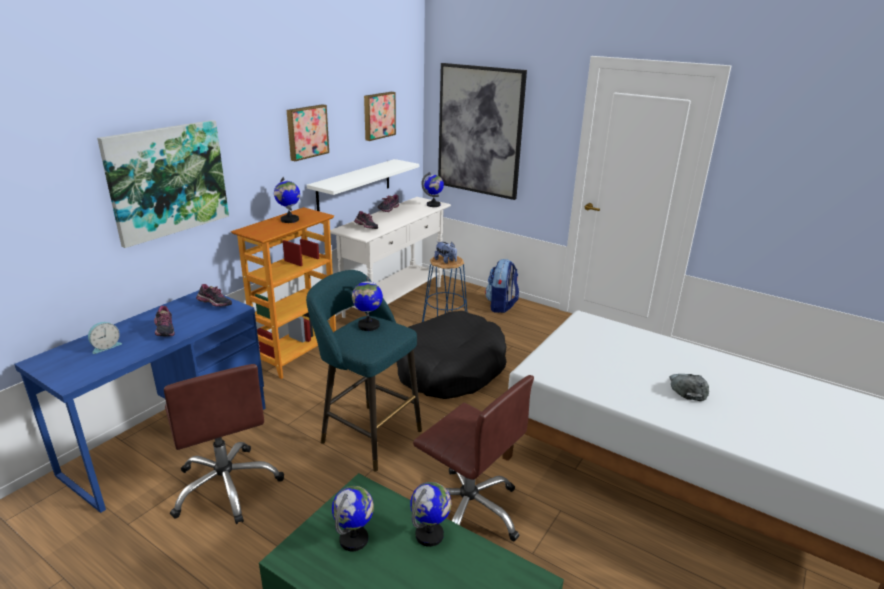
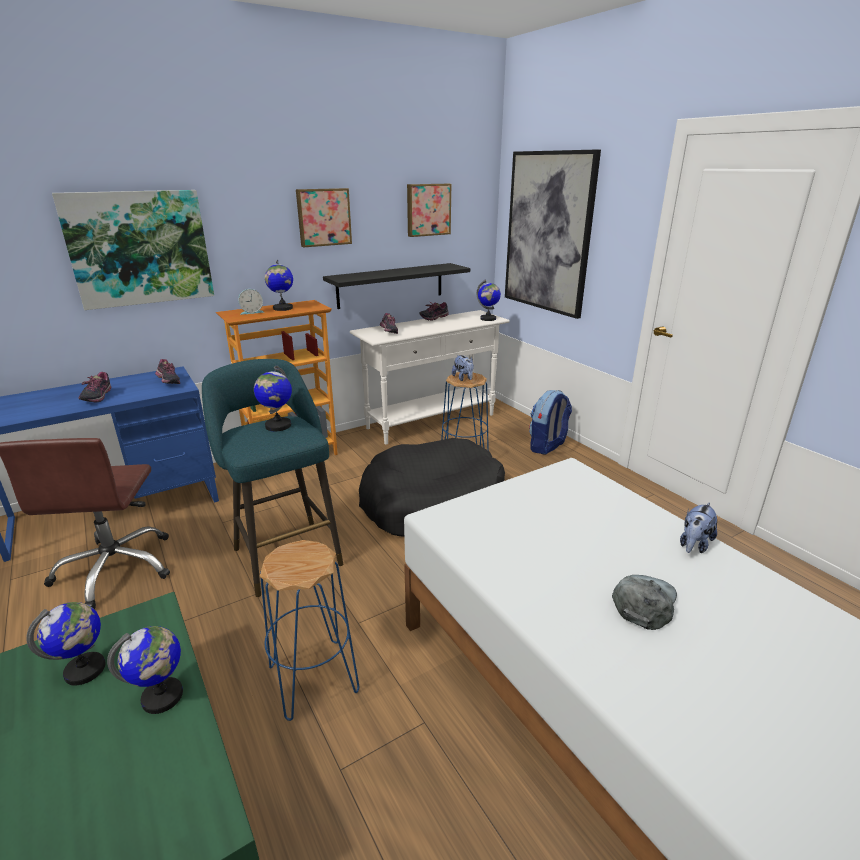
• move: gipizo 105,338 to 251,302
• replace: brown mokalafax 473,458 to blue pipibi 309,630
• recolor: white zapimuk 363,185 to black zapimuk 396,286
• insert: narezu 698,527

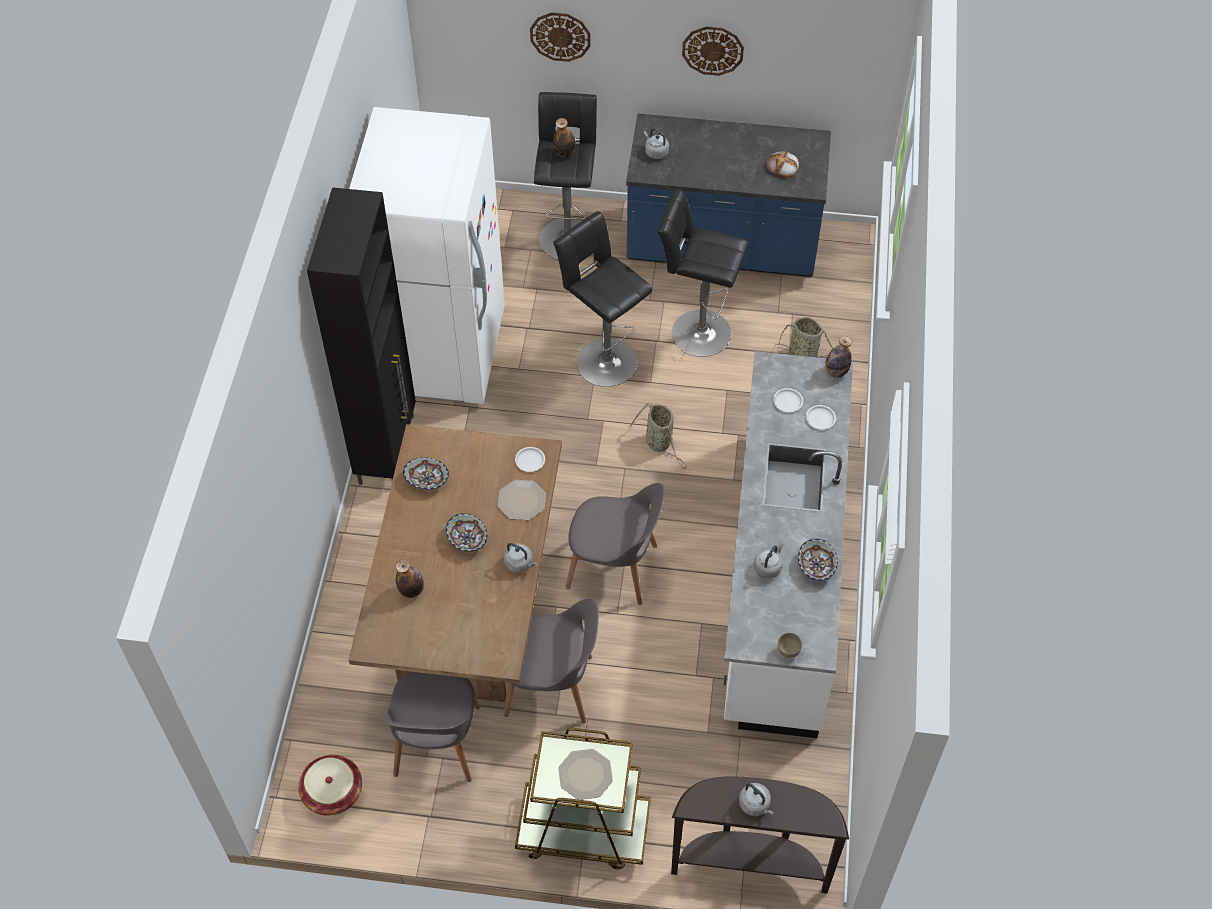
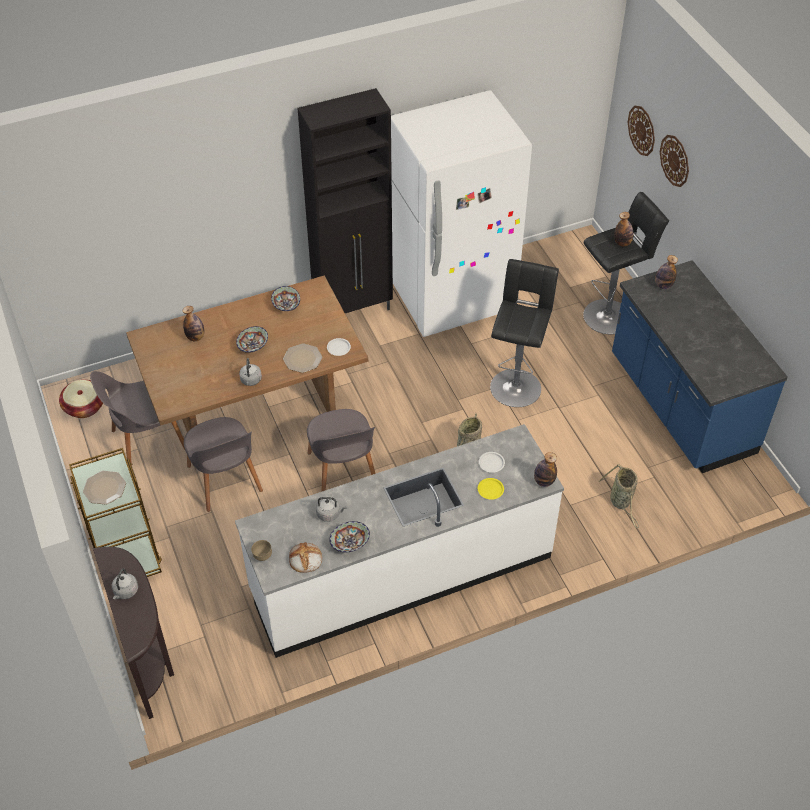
• move: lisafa 782,164 to 305,557
• recolor: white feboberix 821,417 to yellow feboberix 491,489
• move: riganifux 713,51 to 641,131
• replace: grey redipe 656,143 to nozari 666,272
• delete: black pipibi 702,273

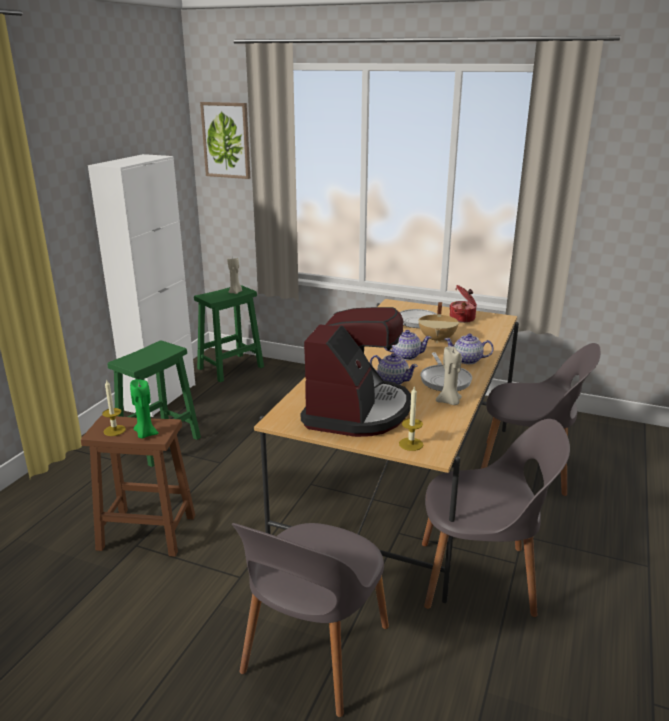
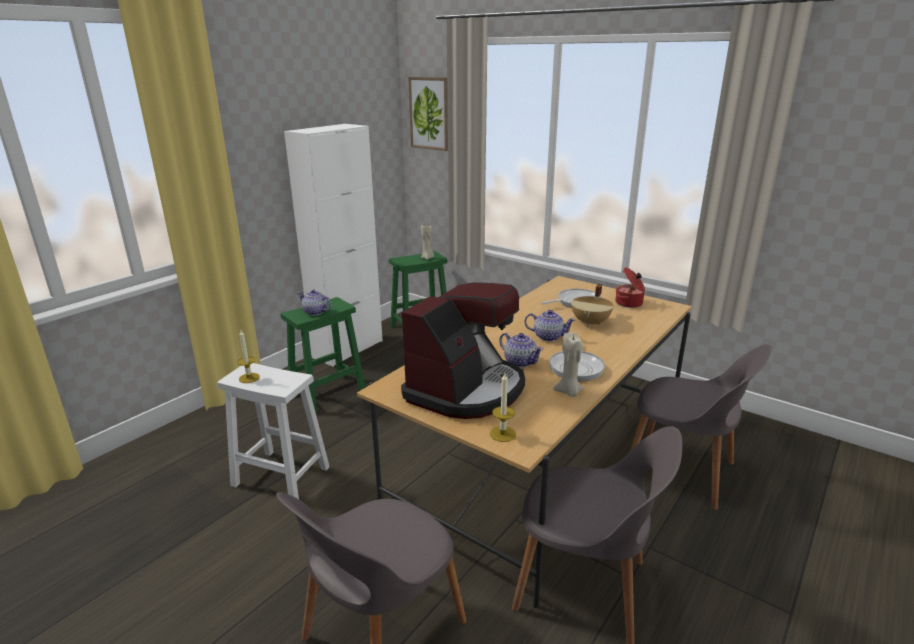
• recolor: brown pipibi 138,486 to white pipibi 273,431
• move: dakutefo 469,348 to 314,302
• delete: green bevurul 144,409

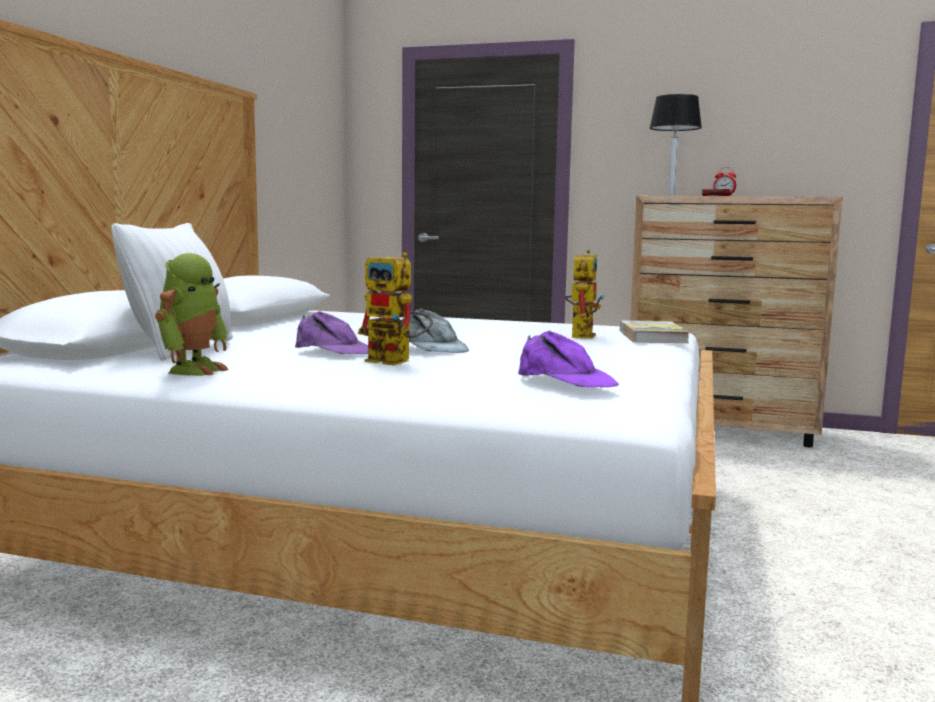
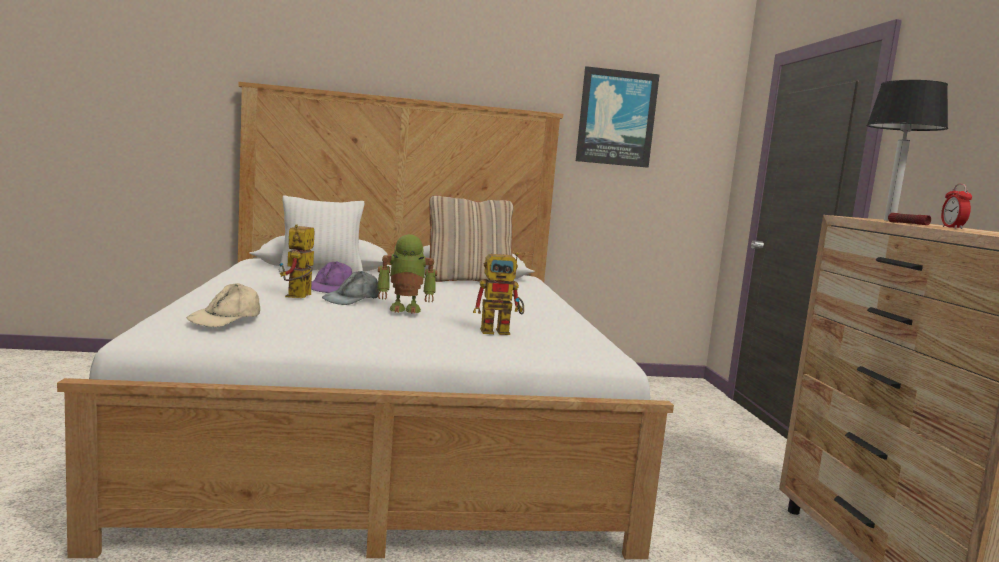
• recolor: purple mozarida 568,359 to beige mozarida 223,305
• move: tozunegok 192,314 to 407,274
• insert: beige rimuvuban 471,238
• insert: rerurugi 618,117
• delete: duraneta 654,331

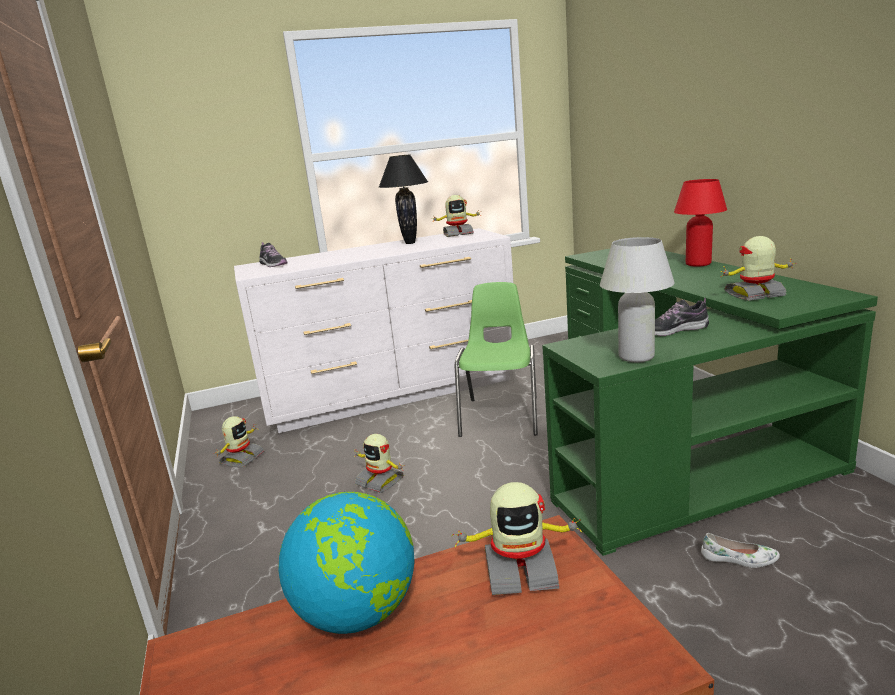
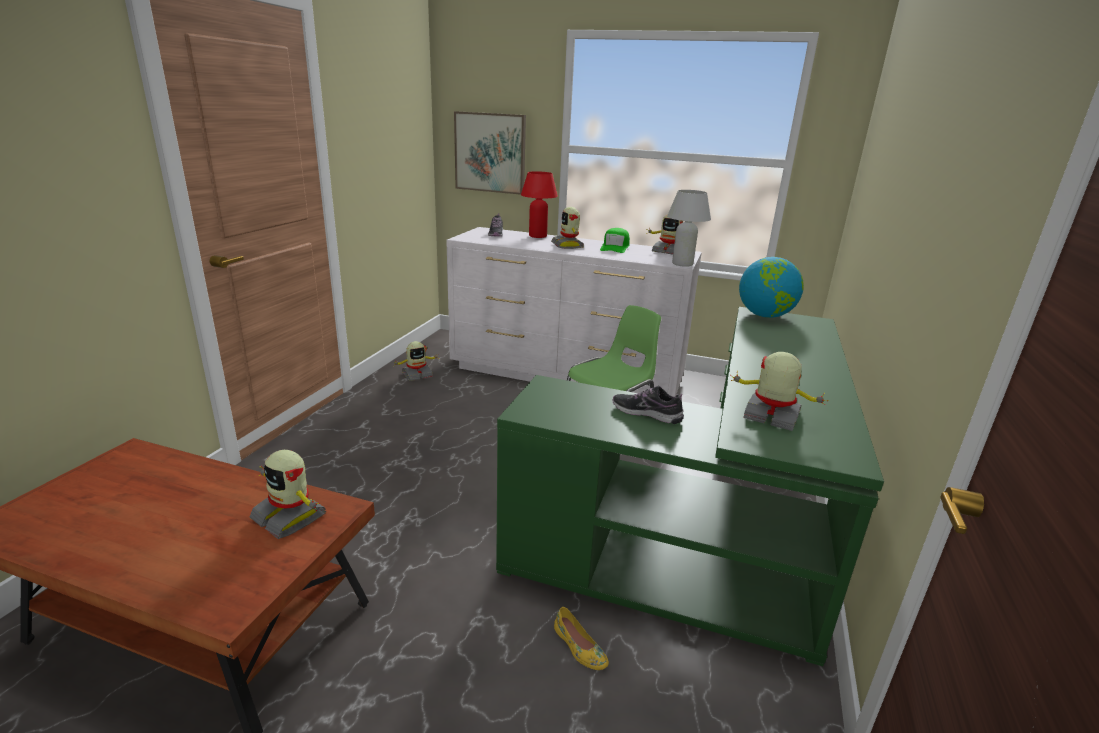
• insert: rerurugi 490,153
• move: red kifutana 700,223 to 539,204
• move: tozunegok 379,463 to 567,228
• recolor: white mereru 740,550 to yellow mereru 581,638
• replace: black kifutana 403,199 to green mozarida 615,240
• move: white kifutana 637,299 to 689,228
• move: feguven 346,563 to 771,287

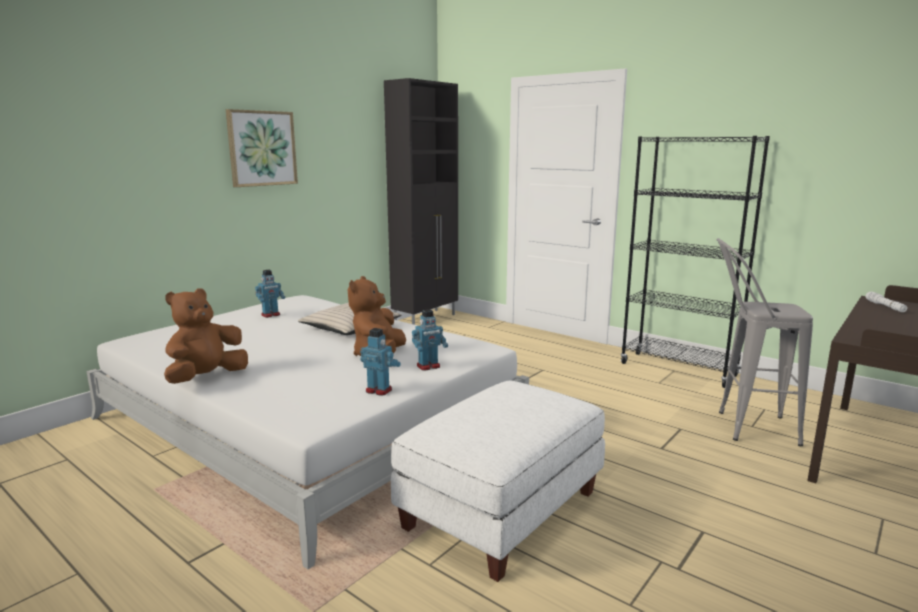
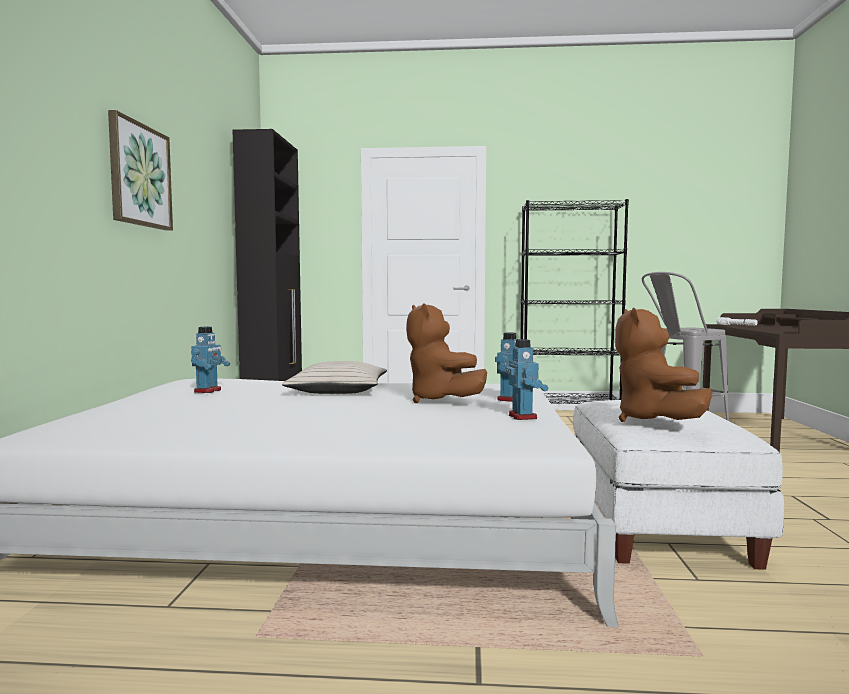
• rotate: tozunegok 380,362 = 527,379 90 degrees clockwise
• move: brown narezu 206,336 to 663,365

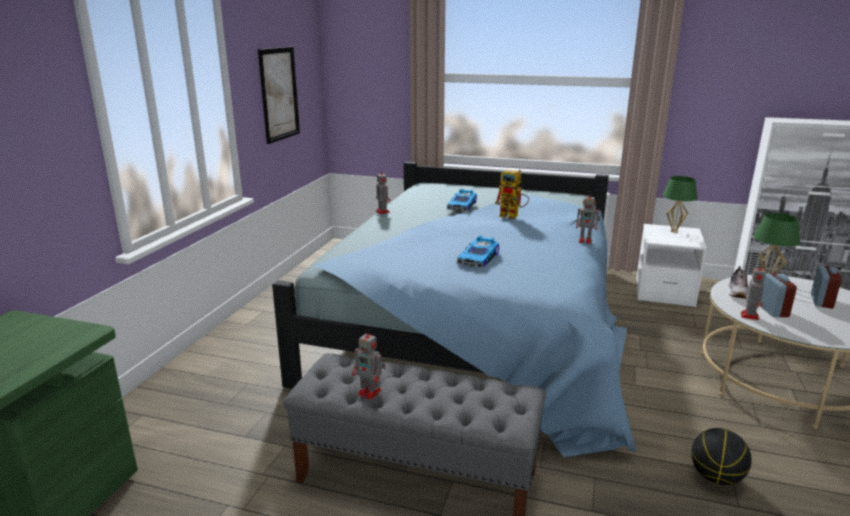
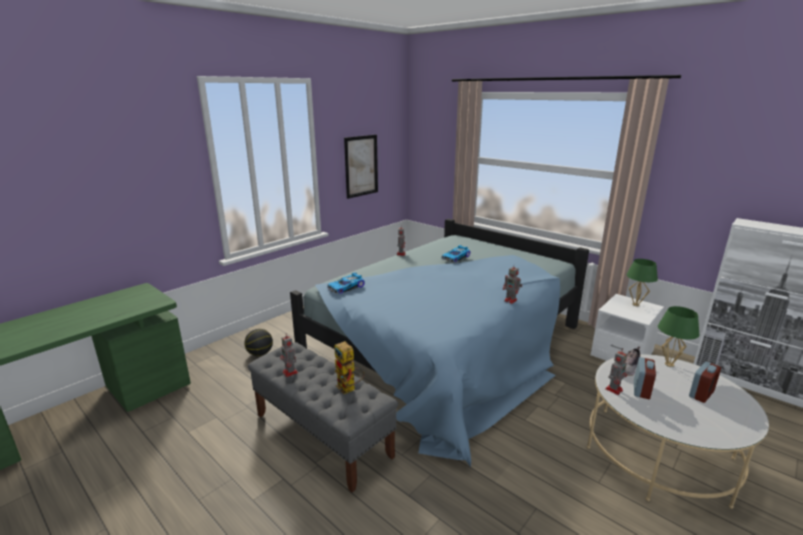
• move: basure 721,456 to 258,342
• move: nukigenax 478,252 to 346,283
• move: tozunegok 512,194 to 349,367

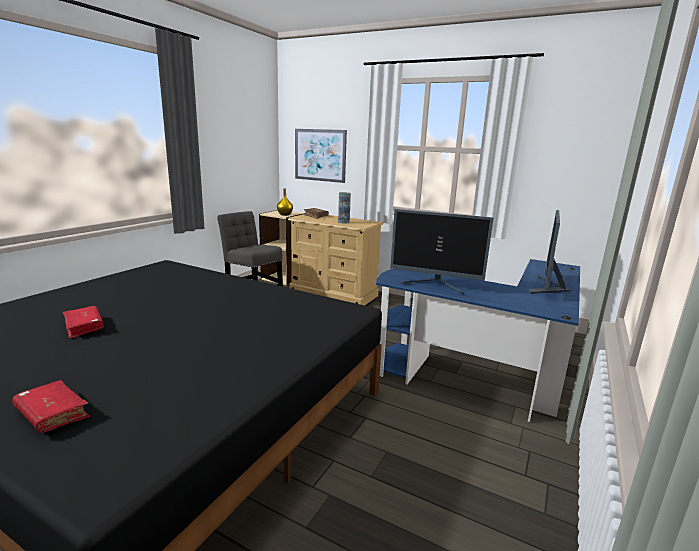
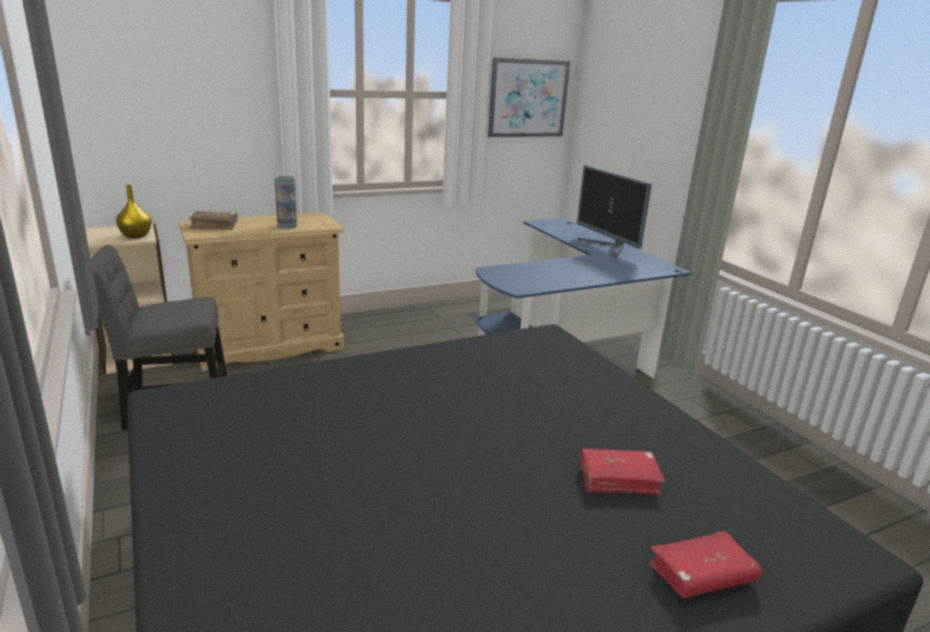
• move: rerurugi 321,156 to 529,97
• move: red duraneta 83,322 to 622,471
• delete: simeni 442,251

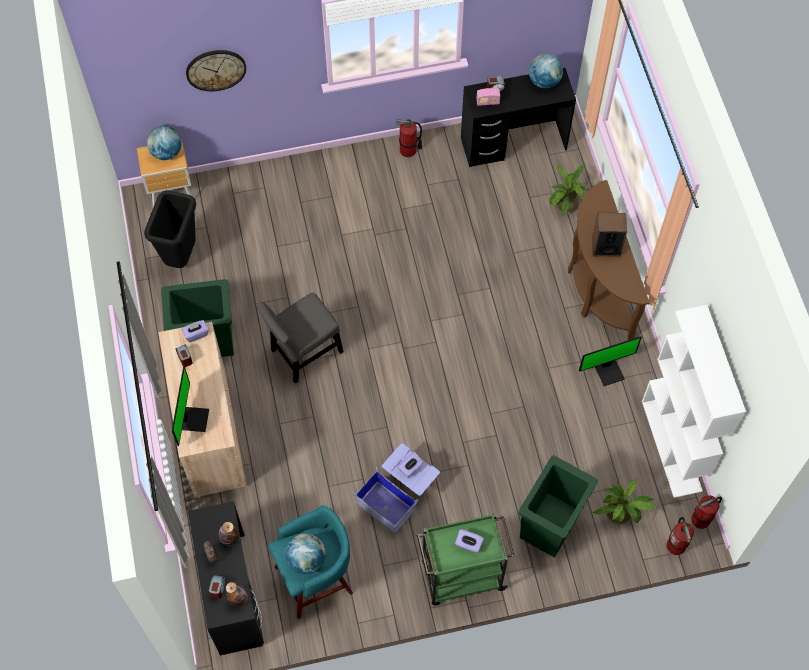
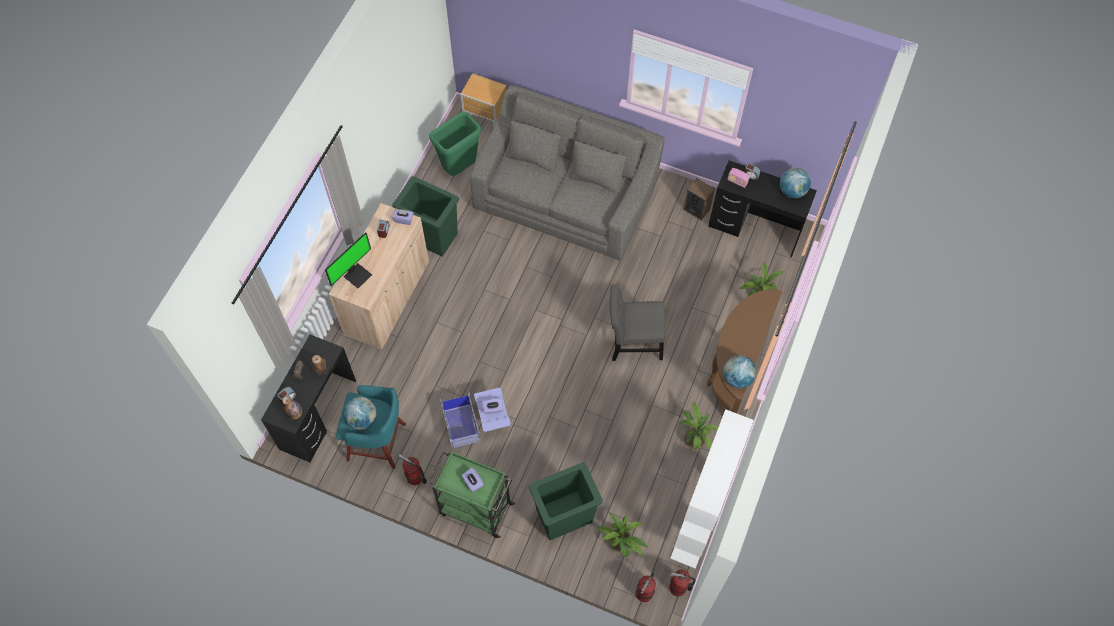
• move: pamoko 408,138 to 413,469
• recolor: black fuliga 170,229 to green fuliga 455,144
• insert: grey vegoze 567,173
• move: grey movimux 299,338 to 638,322
• replace: simeni 610,361 to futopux 698,426
• move: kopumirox 609,235 to 699,199
• move: feguven 164,142 to 739,371
• delete: riganifux 216,70

